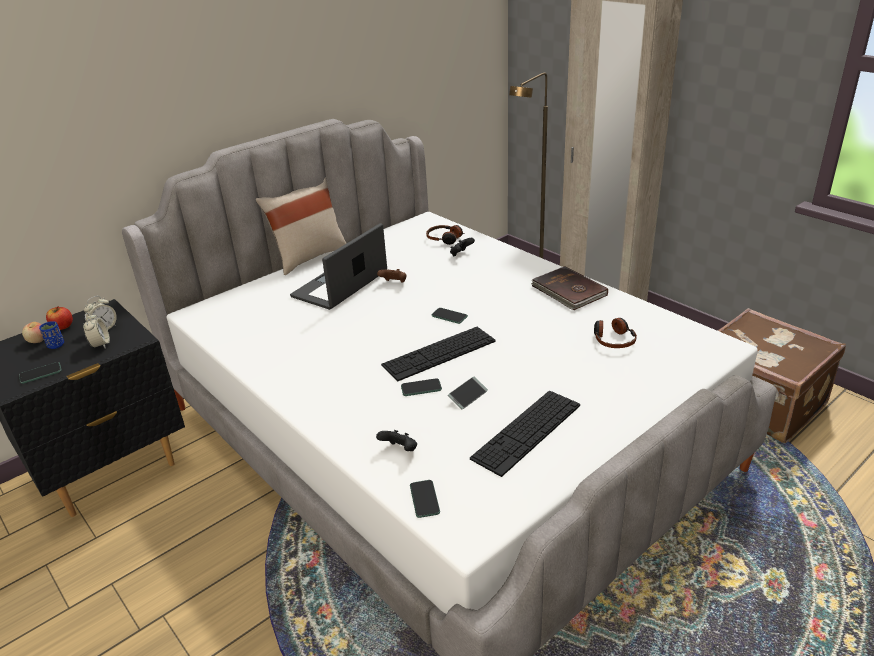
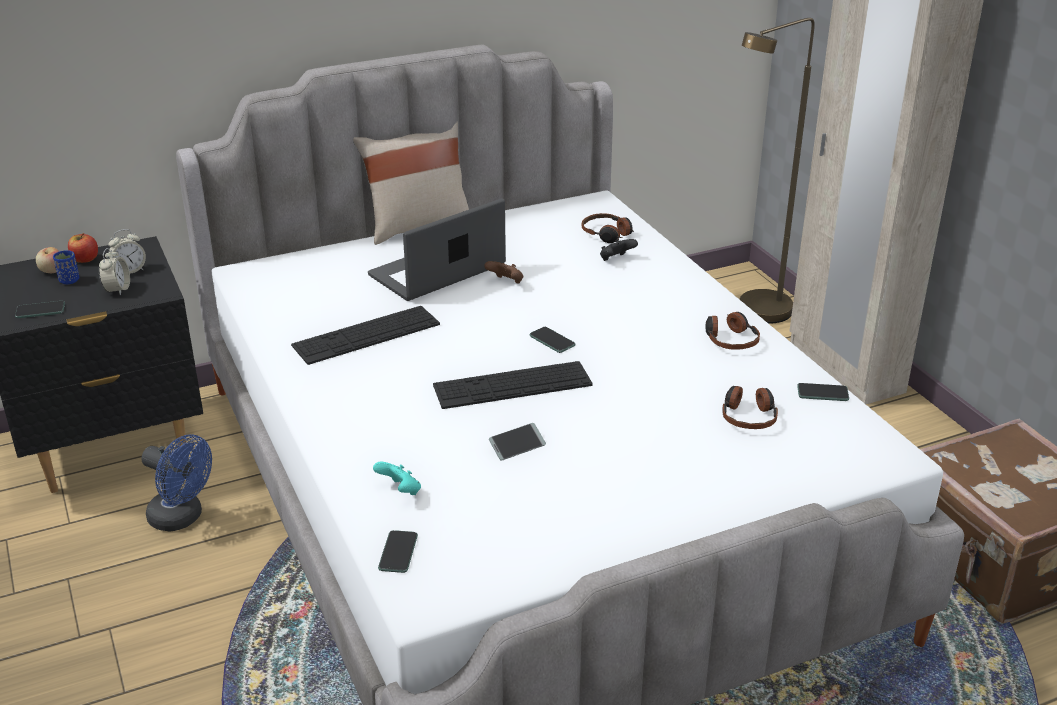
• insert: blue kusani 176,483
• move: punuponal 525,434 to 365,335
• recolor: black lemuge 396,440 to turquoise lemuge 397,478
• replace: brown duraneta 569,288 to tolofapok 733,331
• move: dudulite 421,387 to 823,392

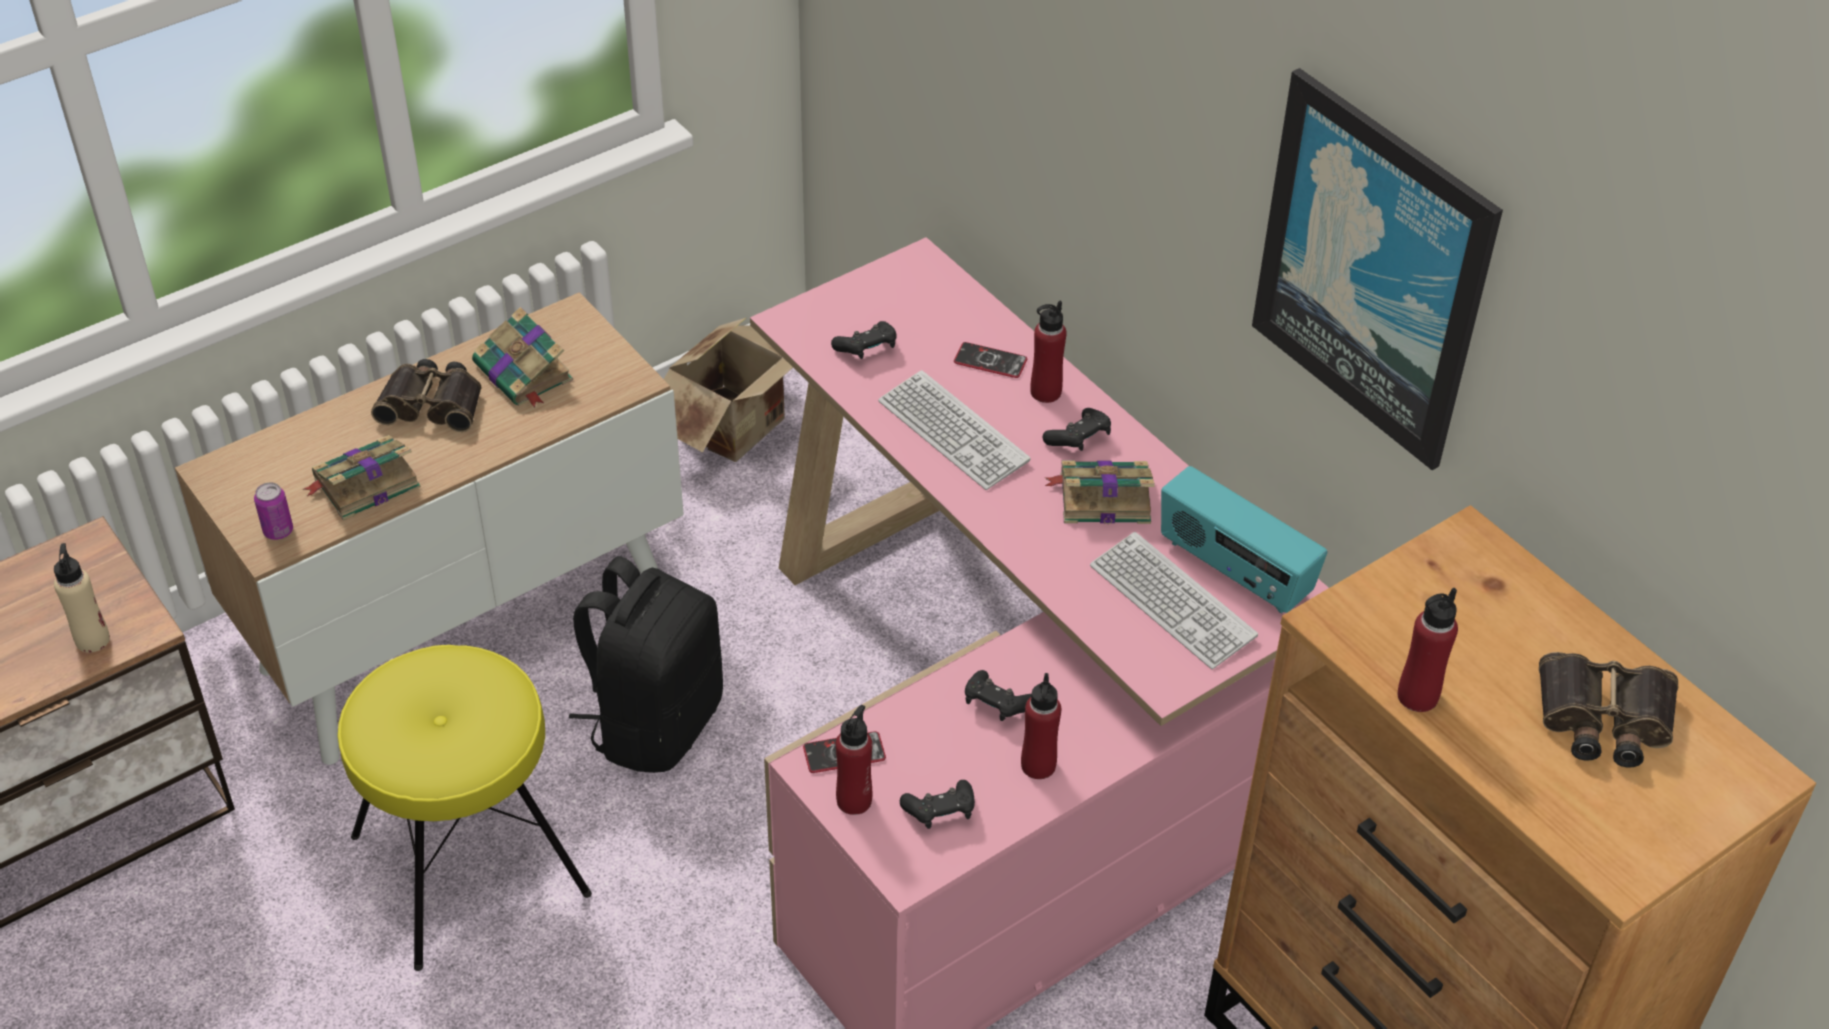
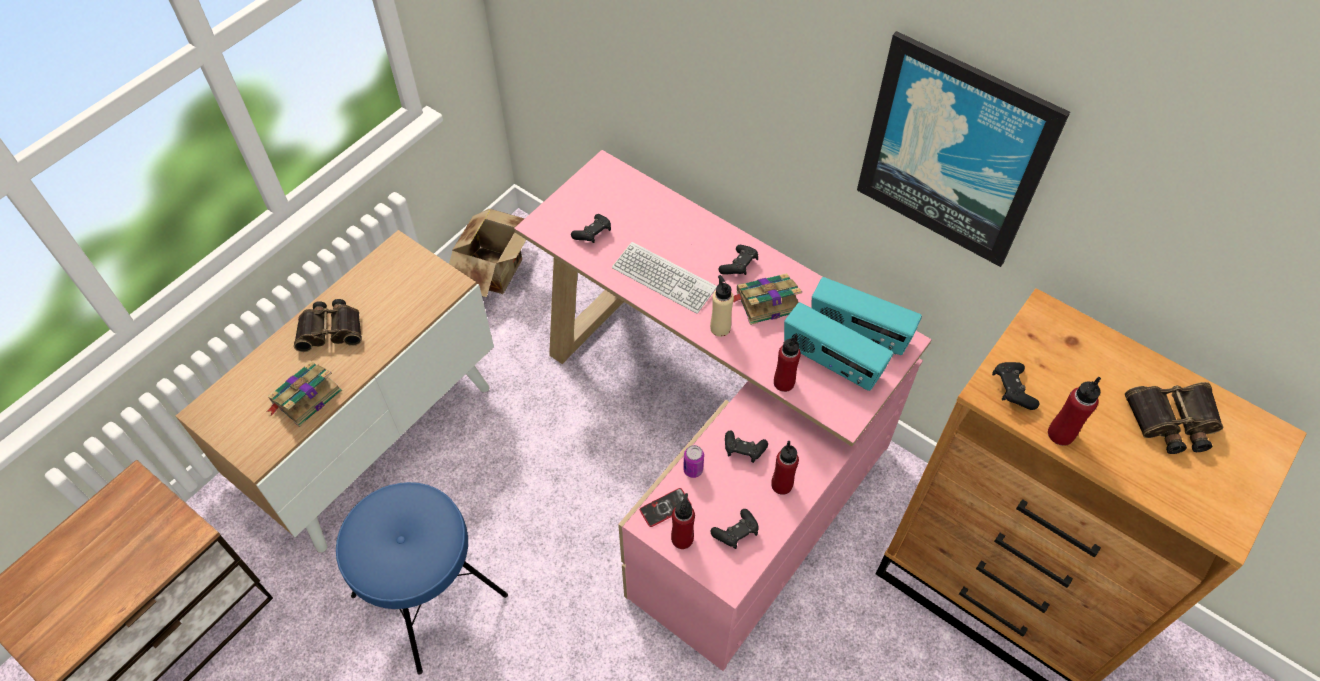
• recolor: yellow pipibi 465,808 to blue pipibi 422,578
• move: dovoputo 273,511 to 693,461
• move: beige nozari 82,598 to 722,306
• move: red nozari 1048,352 to 787,363
• replace: punuponal 1174,600 to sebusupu 839,346
• insert: black lemuge 1015,386
• delete: duraneta 522,357
• delete: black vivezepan 646,664
• delete: dudulite 990,360

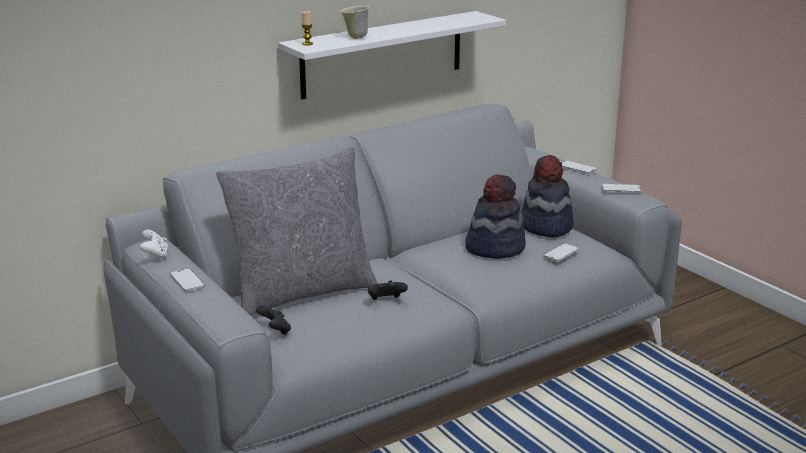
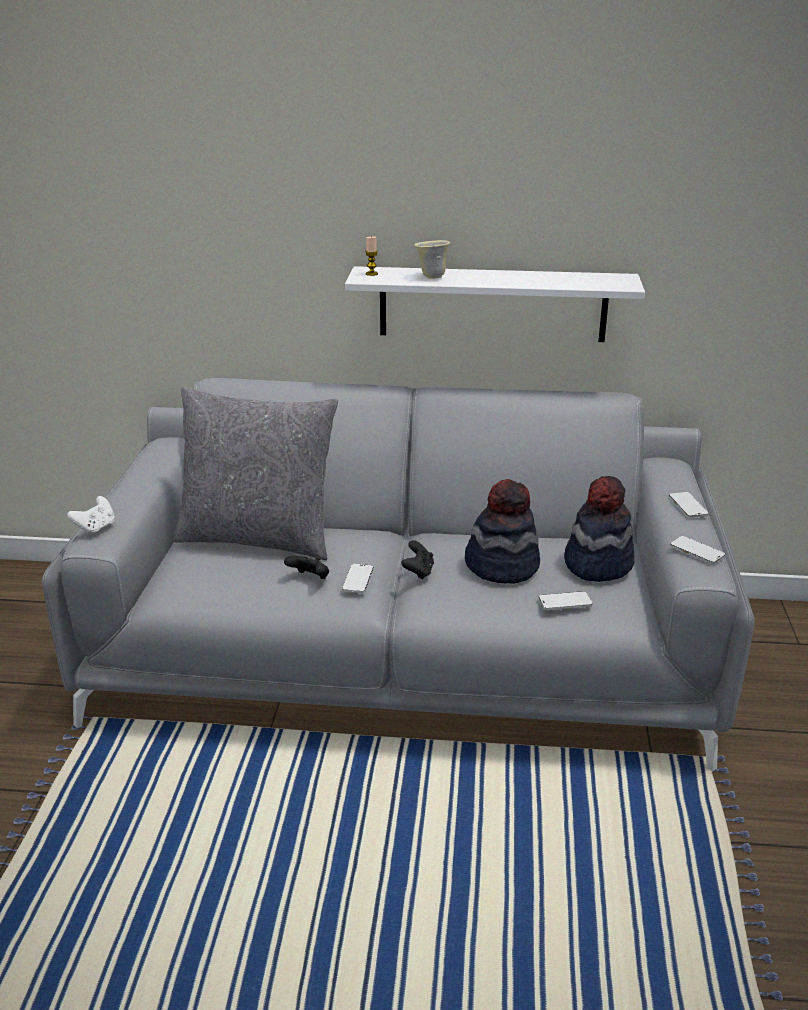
• move: white lemuge 154,245 to 91,516
• move: dudulite 187,280 to 358,578
• move: black lemuge 273,320 to 417,560

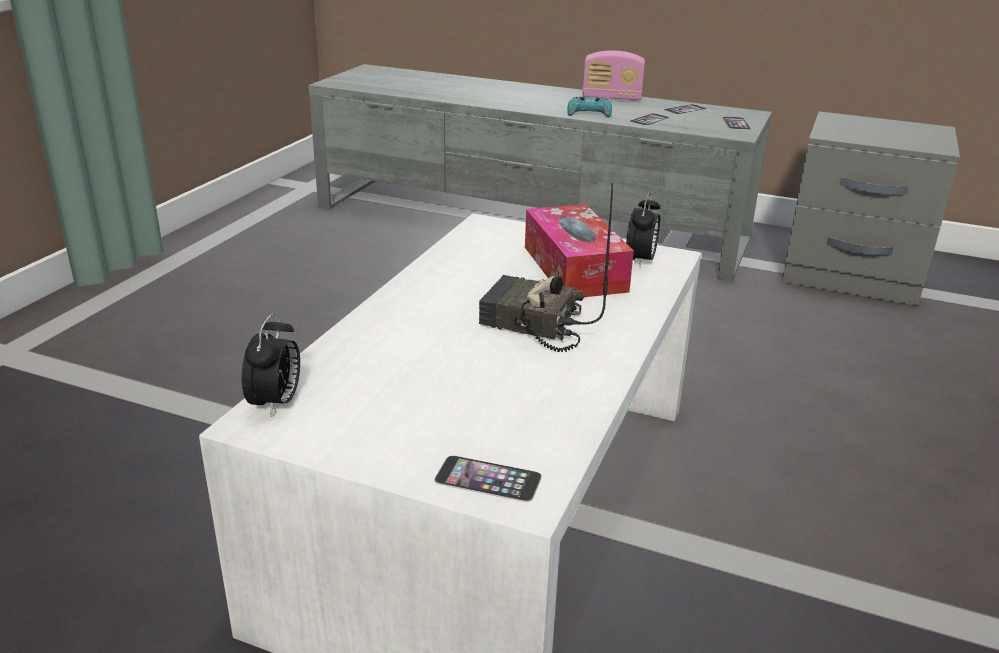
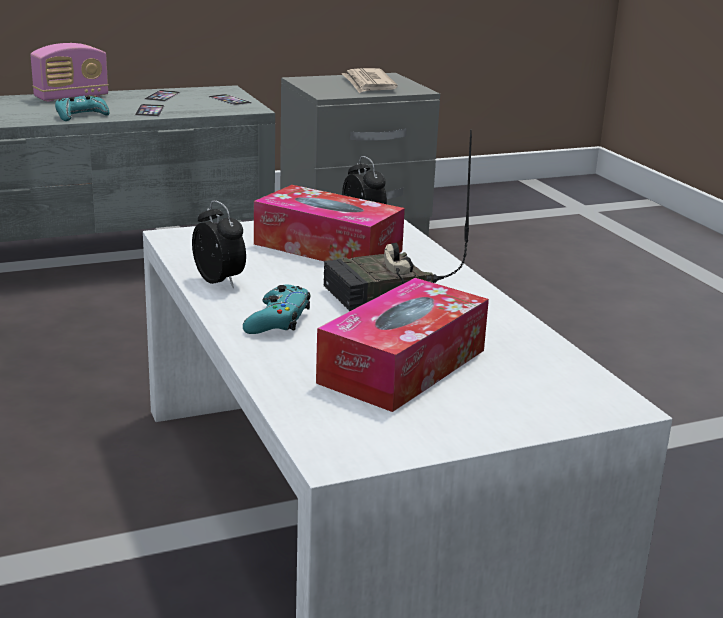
• move: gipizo 271,365 to 219,244
• insert: turquoise lemuge 277,309
• insert: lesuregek 402,345
• insert: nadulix 370,80
• delete: dudulite 488,478

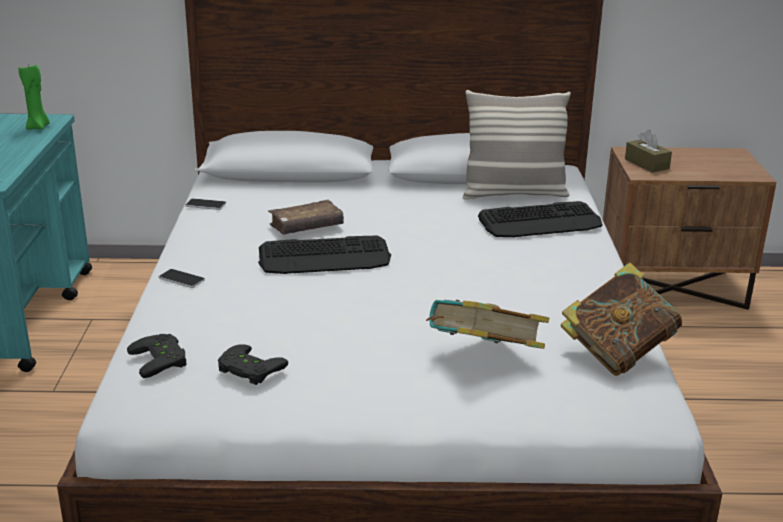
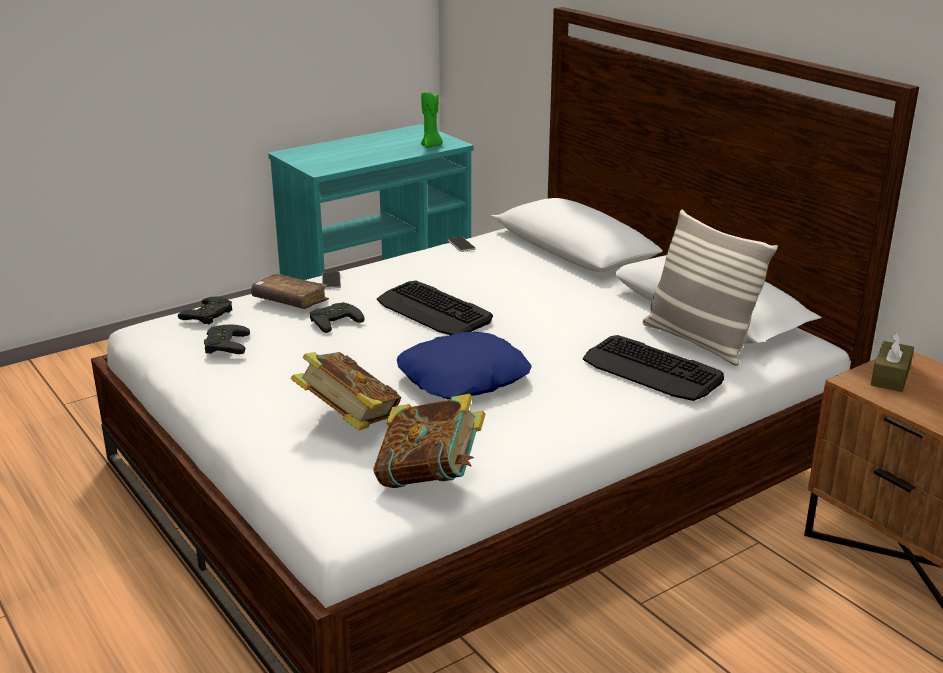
• move: brown duraneta 306,217 to 290,291
• insert: black lemuge 337,317
• insert: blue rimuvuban 464,366

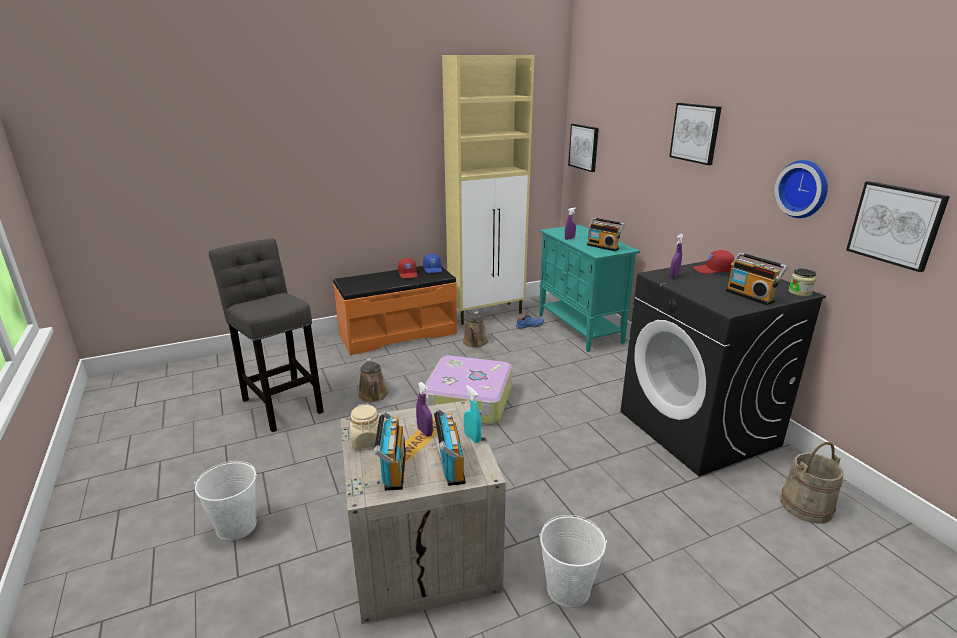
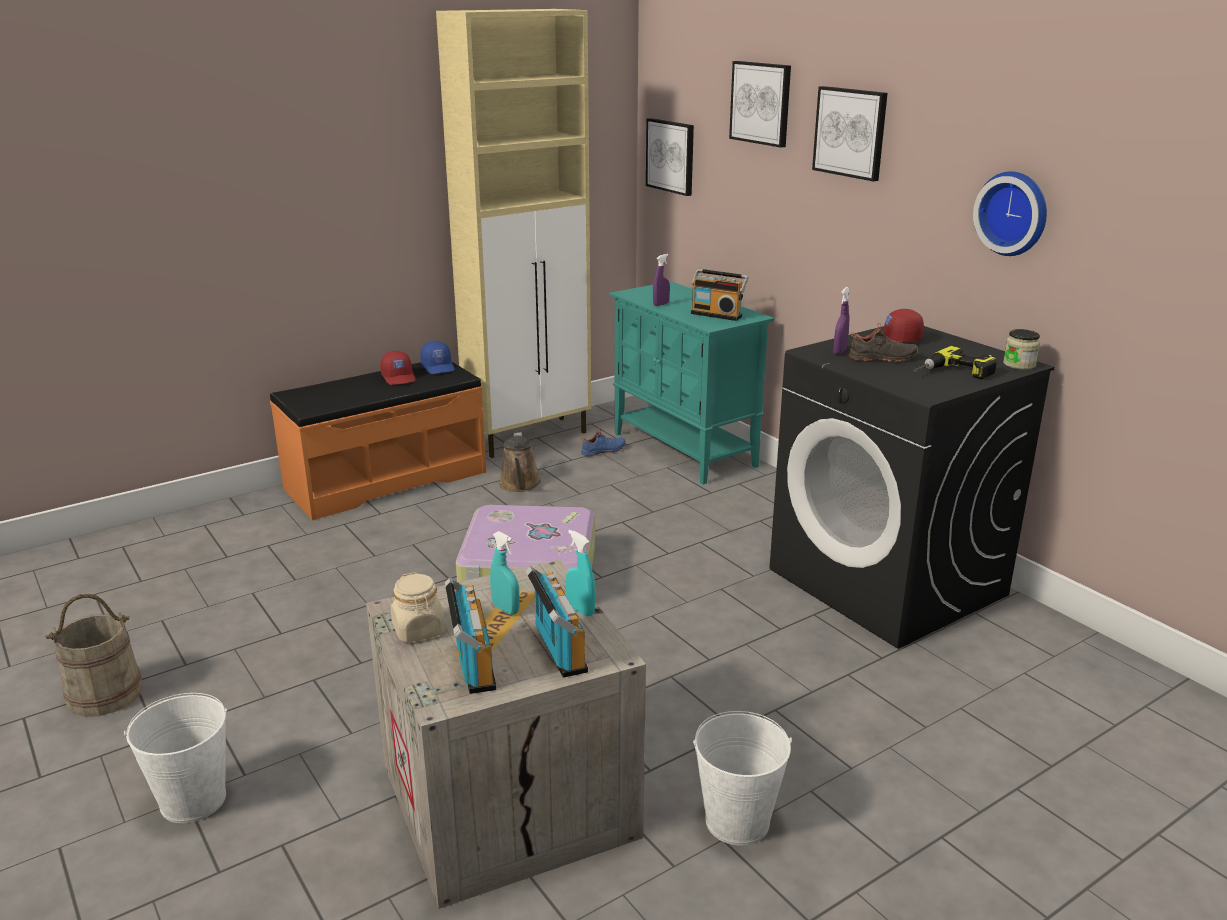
• move: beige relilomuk 812,483 to 94,655
• recolor: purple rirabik 424,409 to turquoise rirabik 505,573
• move: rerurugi 898,226 to 760,104
• insert: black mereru 883,342
• replace: sebusupu 756,278 to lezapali 955,362
• delete: grey pipibi 266,335
• delete: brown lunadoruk 373,380

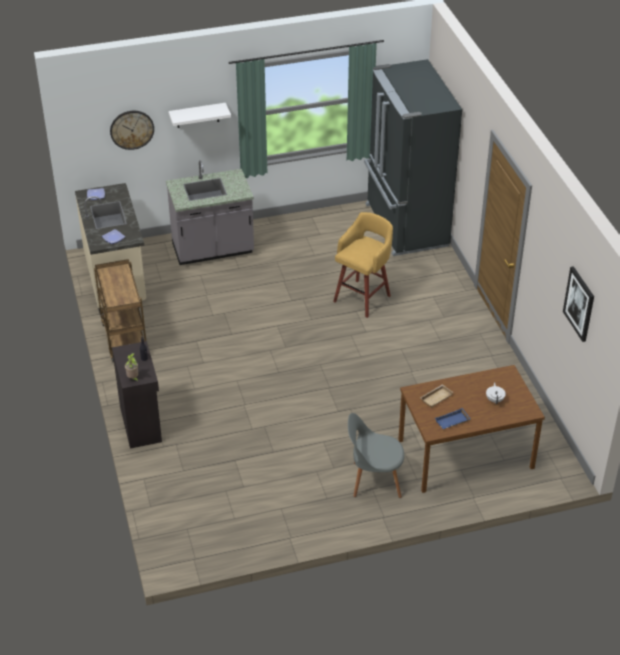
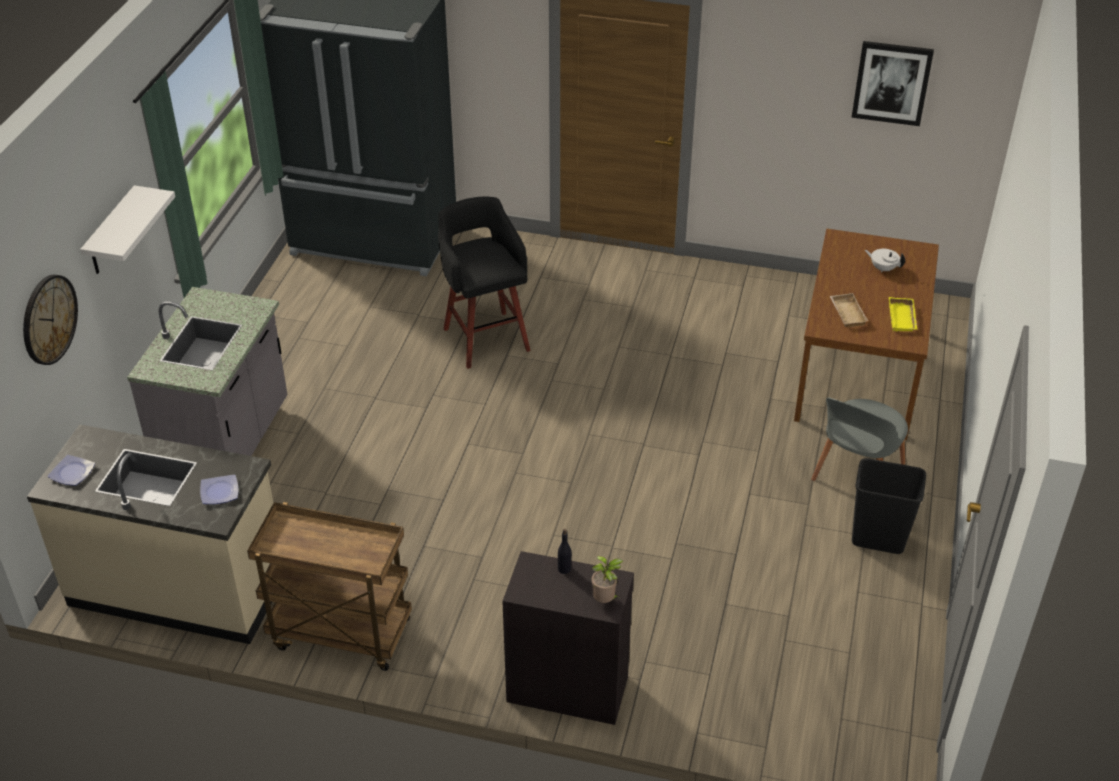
• recolor: yellow pipibi 363,265 to black pipibi 484,282
• insert: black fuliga 889,506
• recolor: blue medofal 452,418 to yellow medofal 903,314

